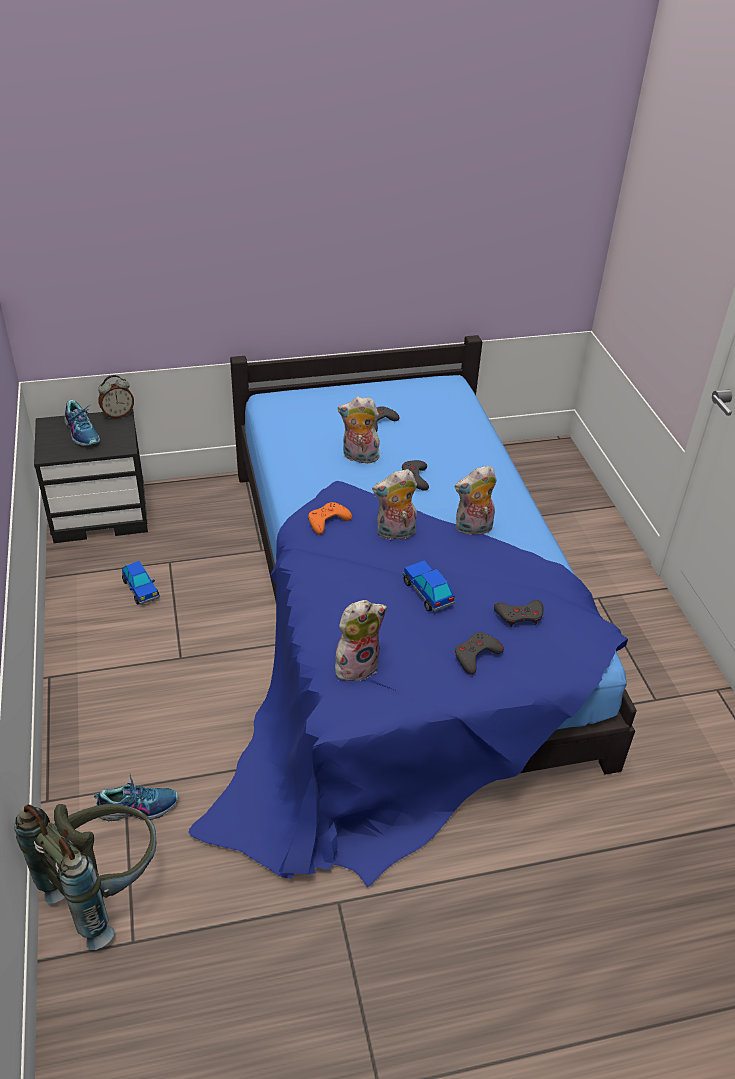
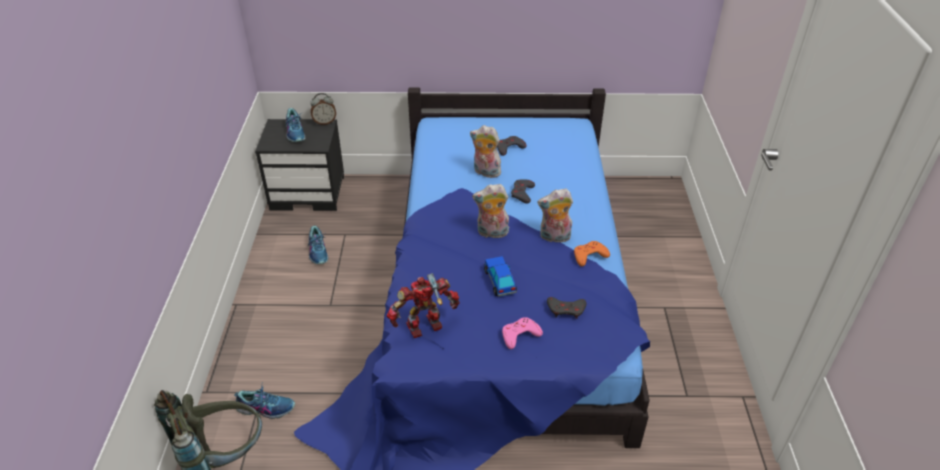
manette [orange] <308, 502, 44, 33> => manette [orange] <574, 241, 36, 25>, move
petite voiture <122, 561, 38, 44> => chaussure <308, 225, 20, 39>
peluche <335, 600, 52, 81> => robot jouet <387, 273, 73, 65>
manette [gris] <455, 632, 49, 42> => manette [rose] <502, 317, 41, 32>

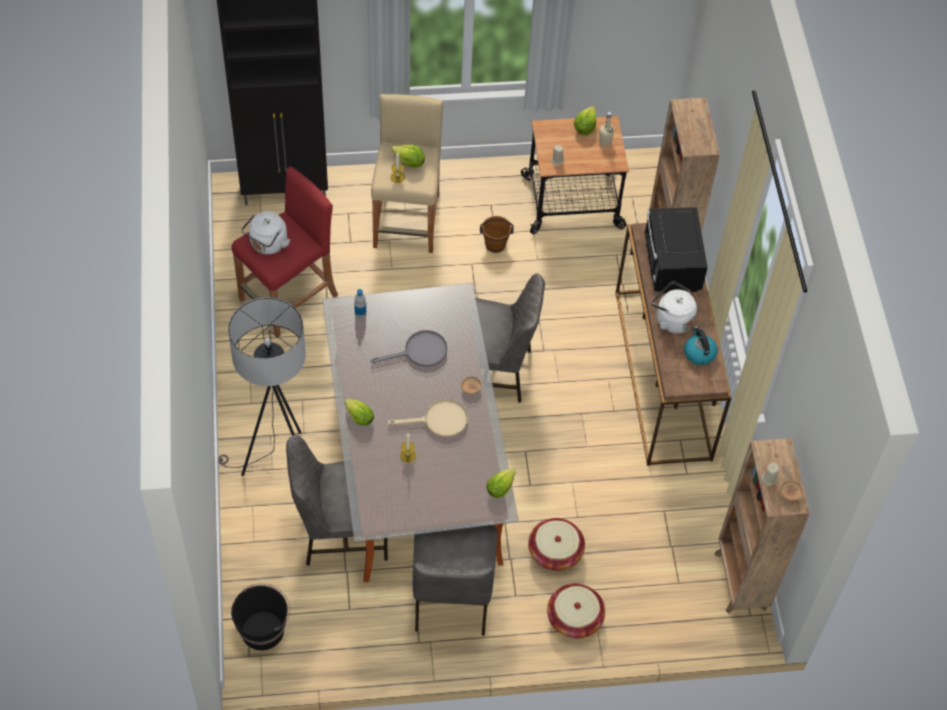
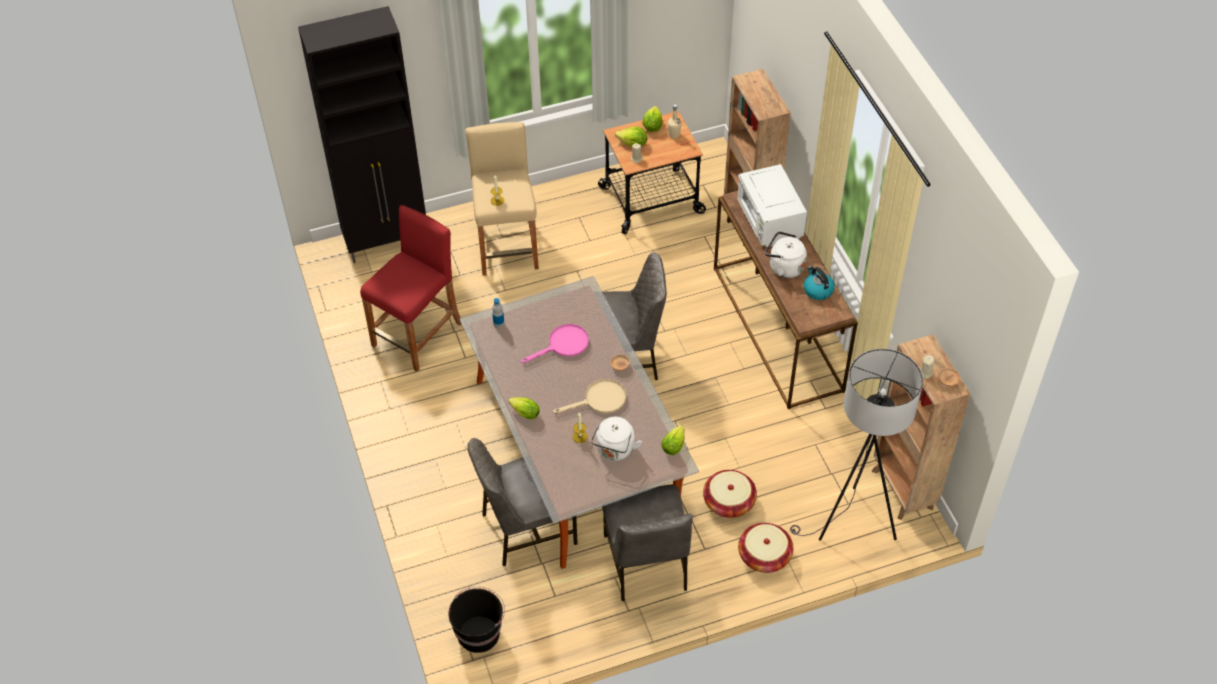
laitue <391, 145, 34, 23> => laitue <615, 127, 32, 19>, move
micro-ondes [noir] <645, 207, 63, 86> => micro-ondes [blanc] <737, 164, 70, 83>
bouilloire [blanc] <241, 212, 49, 42> => bouilloire [blanc] <591, 417, 51, 44>, move
seau [marron] <480, 216, 34, 37> => nothing
lampadaire [gris] <219, 297, 87, 179> => lampadaire [gris] <790, 349, 133, 192>, move
poêle [gris] <371, 330, 76, 37> => poêle [rose] <521, 324, 68, 39>

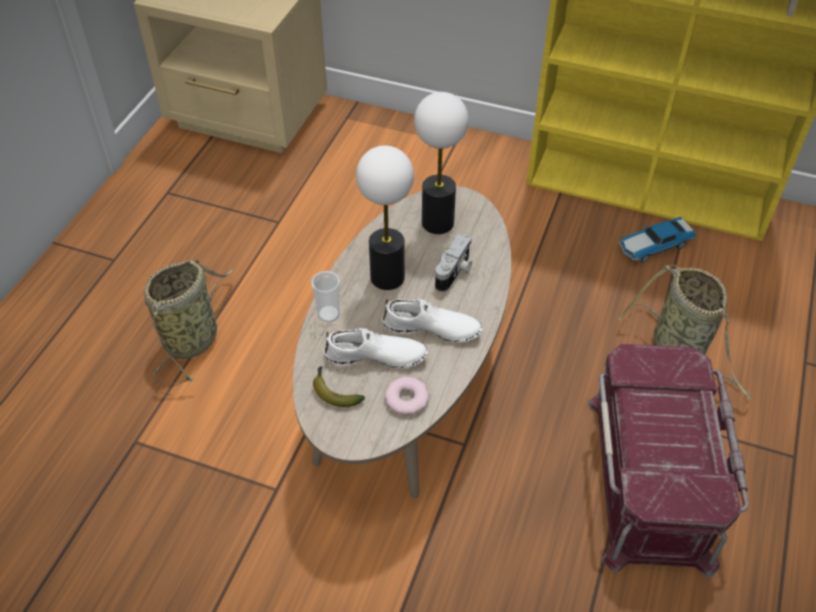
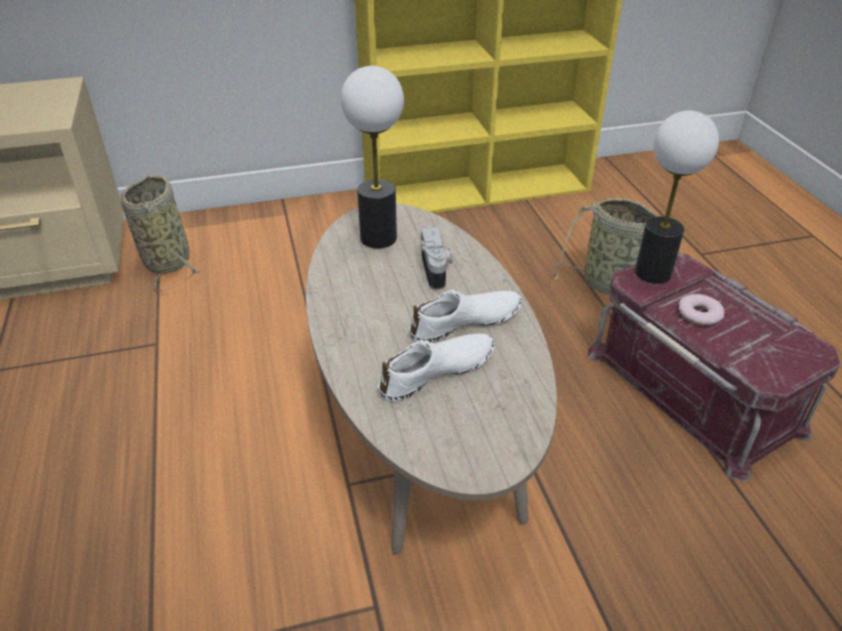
lampe de table <356, 146, 58, 144> => lampe de table <635, 111, 84, 173>, move
petite voiture <619, 217, 77, 46> => nothing
panier <144, 260, 89, 125> => panier <121, 175, 78, 116>, move
tasse <311, 271, 29, 51> => nothing
banane <313, 366, 52, 41> => nothing
beignet <385, 376, 44, 39> => beignet <679, 294, 45, 31>, move

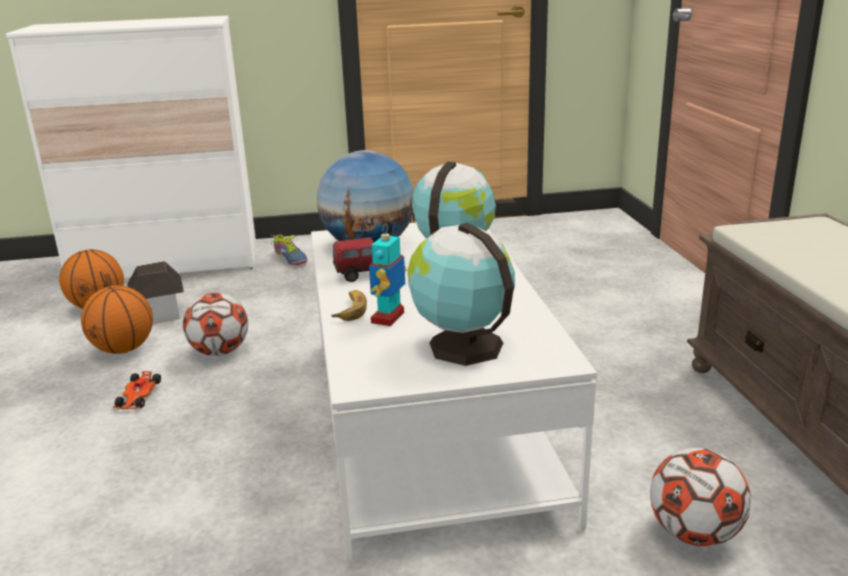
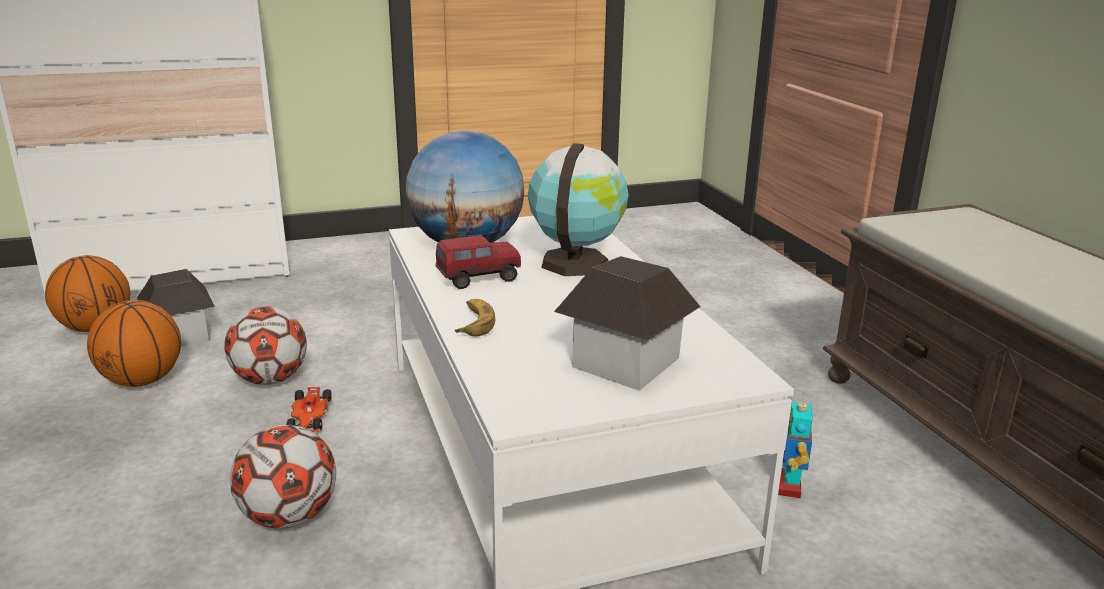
globe <407, 223, 108, 143> => maison miniature <554, 256, 147, 135>
robot jouet <369, 224, 37, 102> => robot jouet <778, 395, 34, 103>, move
chaussure <271, 235, 37, 30> => nothing
petite voiture <113, 371, 48, 38> => petite voiture <286, 387, 45, 45>, move
ballon de foot <650, 448, 101, 99> => ballon de foot <230, 425, 106, 104>, move

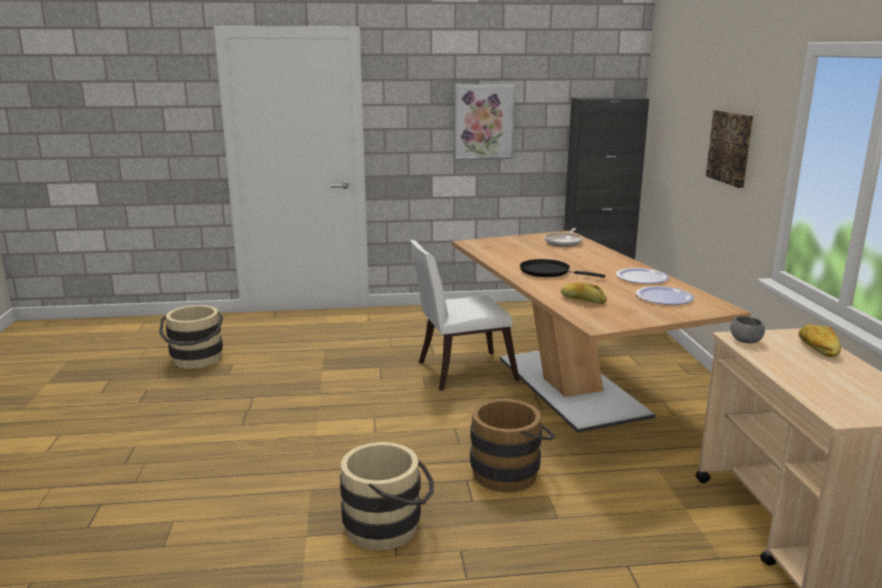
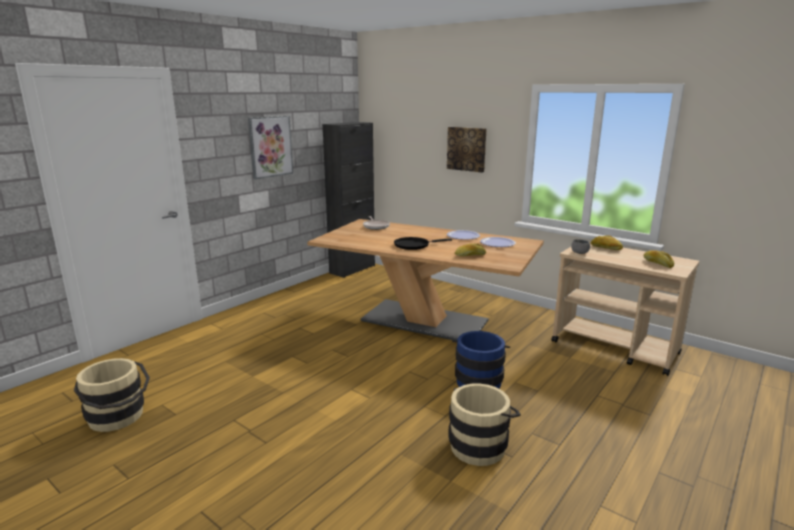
chaise [blanc] <410, 240, 110, 151> => nothing
seau [marron] <470, 399, 85, 93> => seau [bleu] <452, 331, 58, 58>
nothing => pain <644, 251, 30, 17>

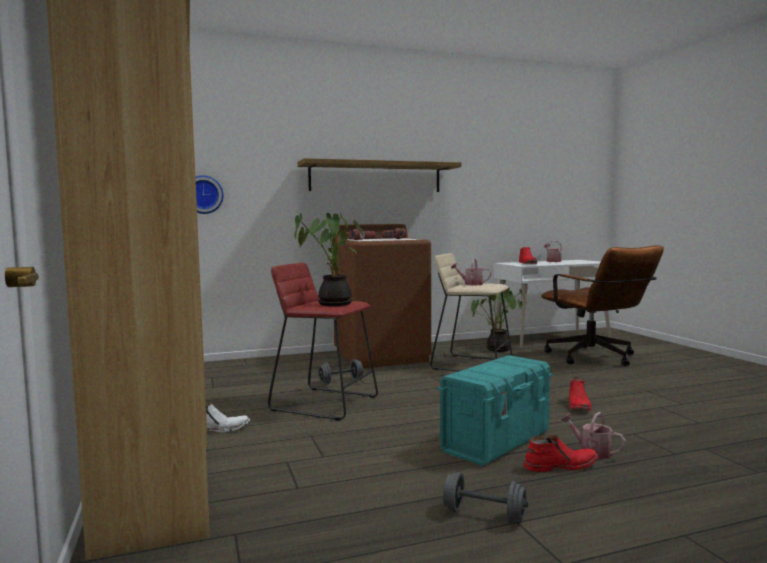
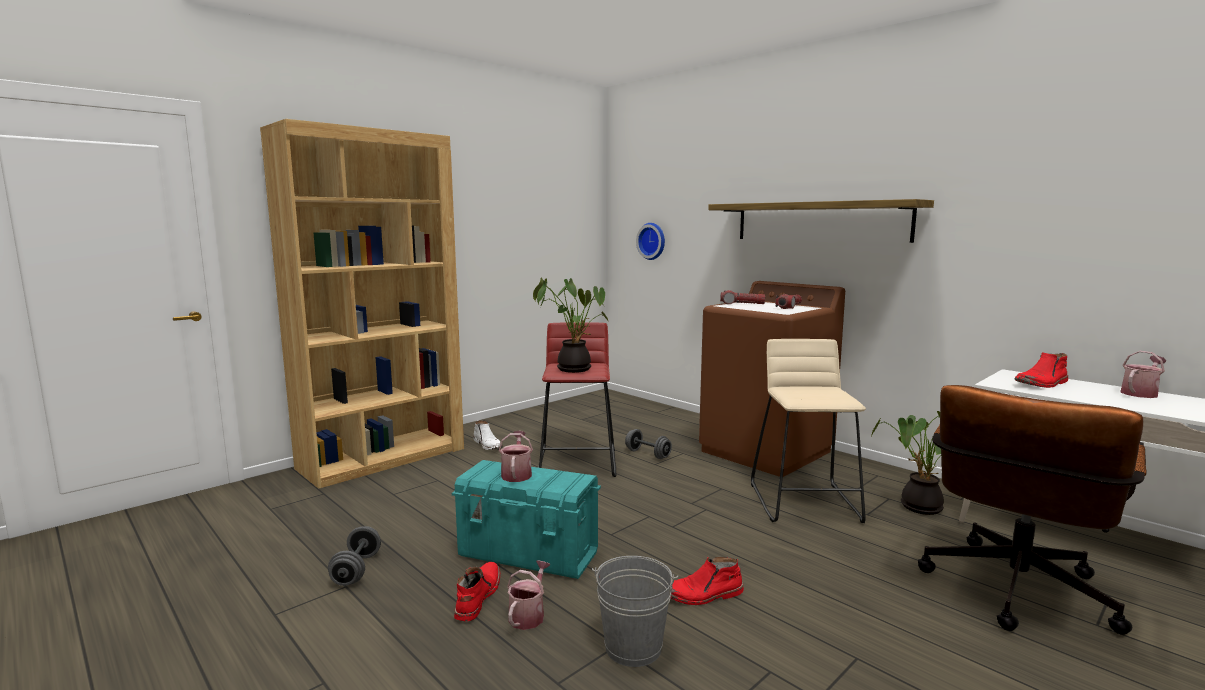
arrosoir <451, 258, 40, 27> => arrosoir <499, 431, 34, 51>, move
botte [rouge] <524, 434, 74, 38> => botte [rouge] <454, 562, 46, 60>, 135 degrees counterclockwise
nothing => seau [gris] <592, 556, 86, 111>

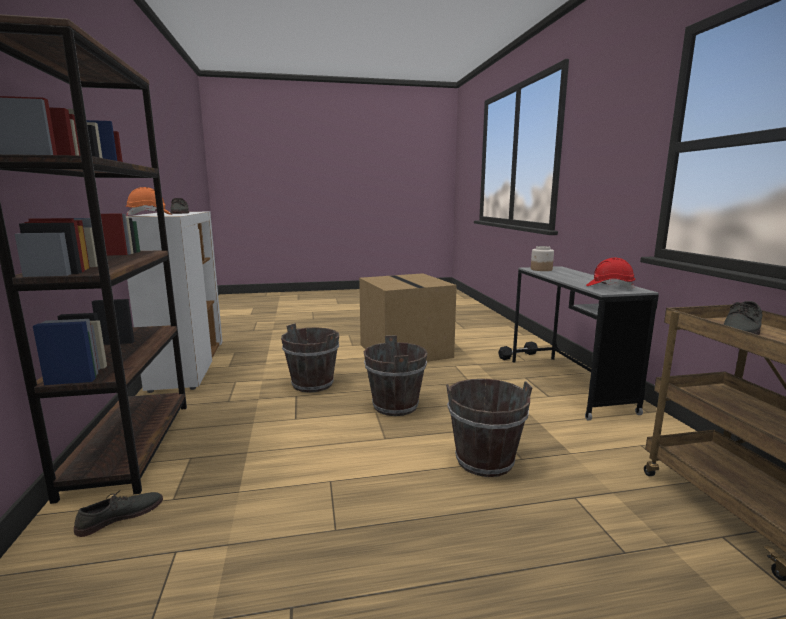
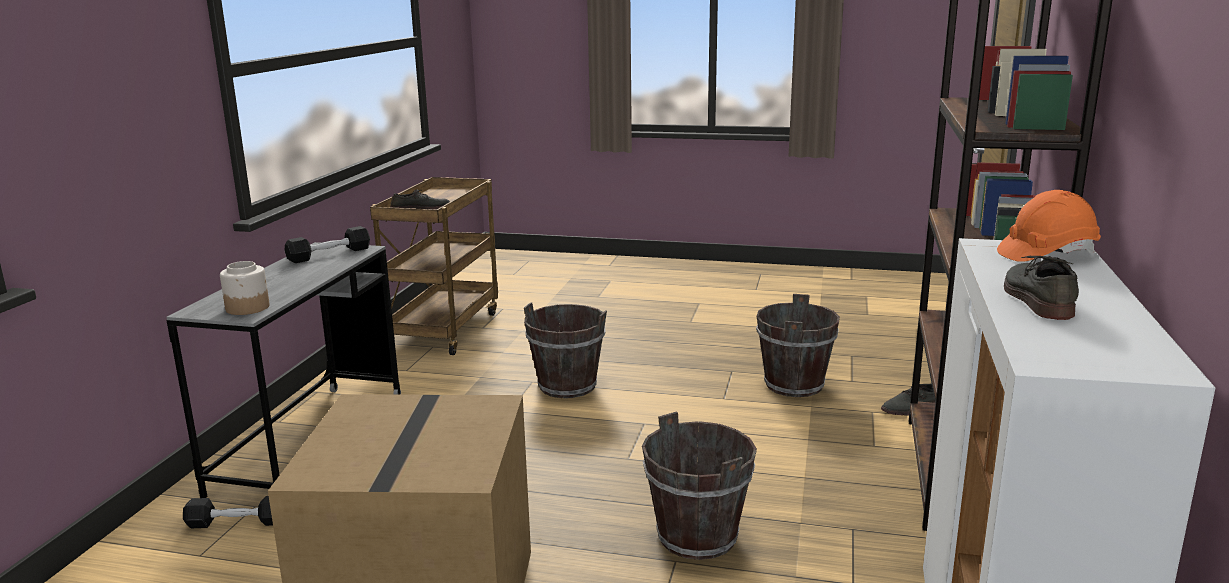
casque de chantier [rouge] <586, 257, 49, 32> => haltère [noir] <284, 226, 86, 37>
seau [marron] <364, 335, 63, 81> => seau [marron] <756, 294, 84, 103>, move

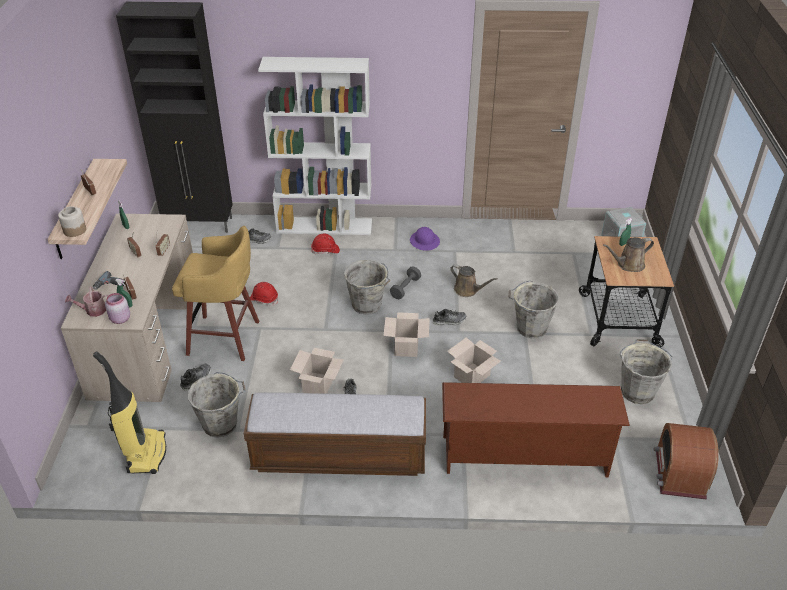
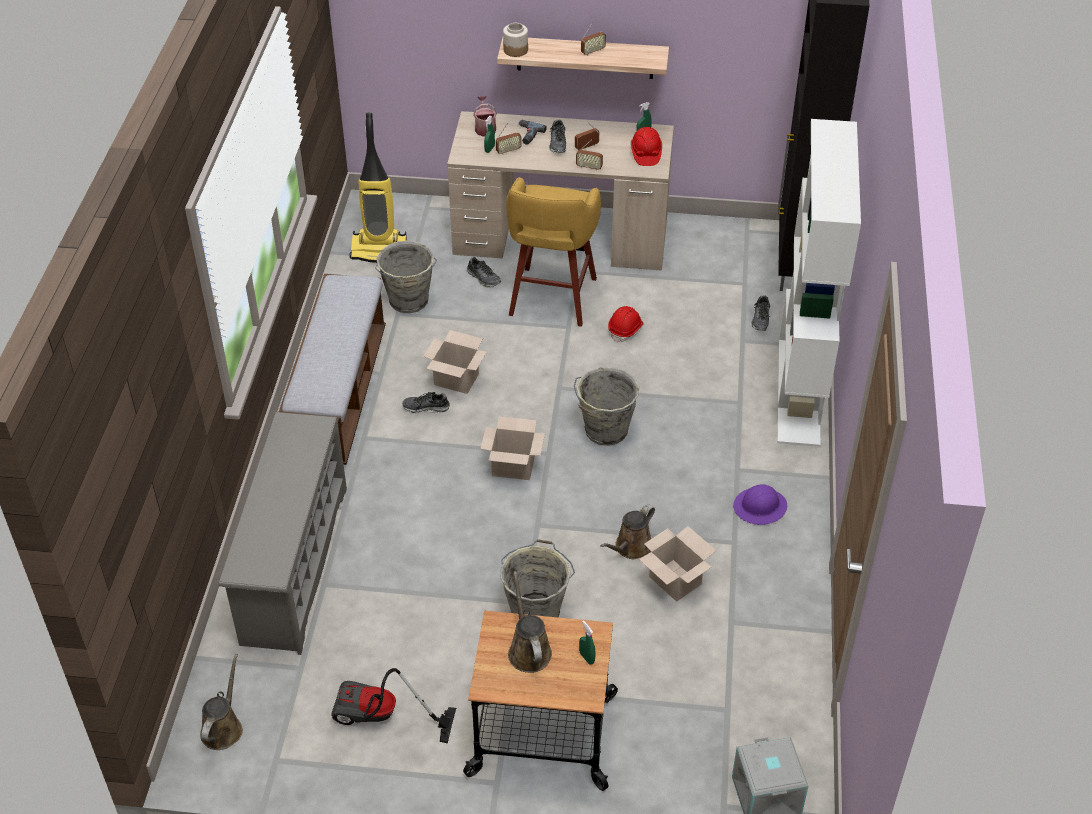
casque de chantier [rouge] <311, 234, 29, 20> => casque de chantier [rouge] <631, 127, 31, 39>, move
haltère [gris] <390, 266, 31, 33> => nothing
bocal [rose] <105, 293, 25, 31> => nothing
chaussure <433, 309, 33, 16> => chaussure <549, 120, 17, 33>, move
carton <447, 337, 54, 46> => carton <639, 526, 77, 76>, move
seau [gris] <619, 339, 54, 65> => aspirateur <331, 668, 125, 76>
étagère à chaussures [marron] <442, 382, 188, 95> => étagère à chaussures [gris] <219, 412, 128, 243>
radio <654, 423, 65, 76> => arrosoir [marron] <200, 654, 43, 96>

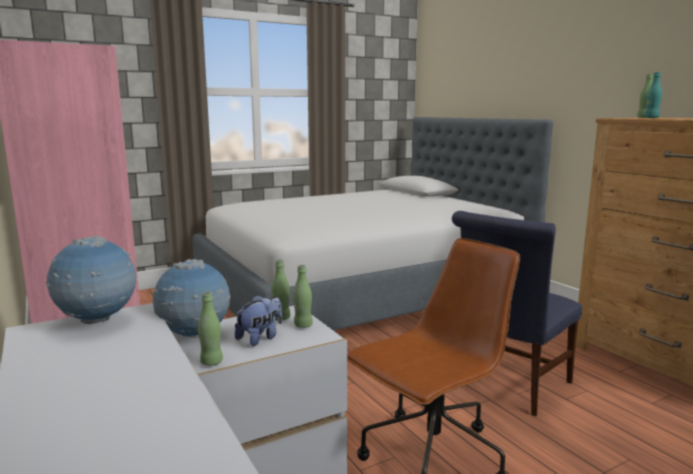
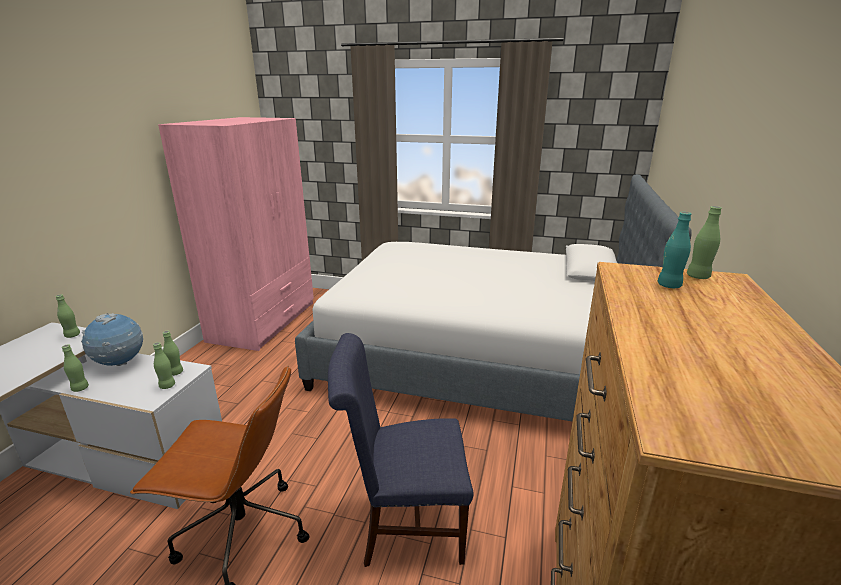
globe <46, 236, 90, 88> => bouteille [vert] <56, 294, 24, 44>
peluche <235, 295, 47, 51> => nothing

